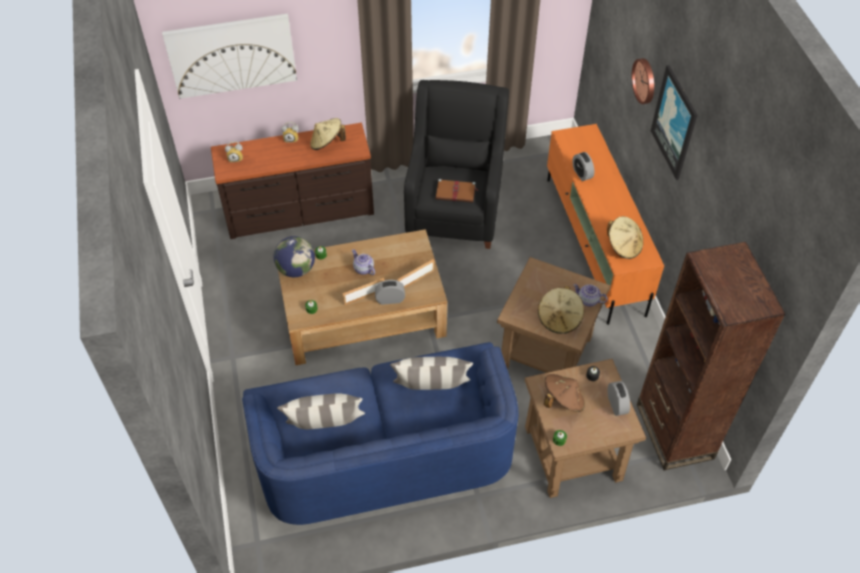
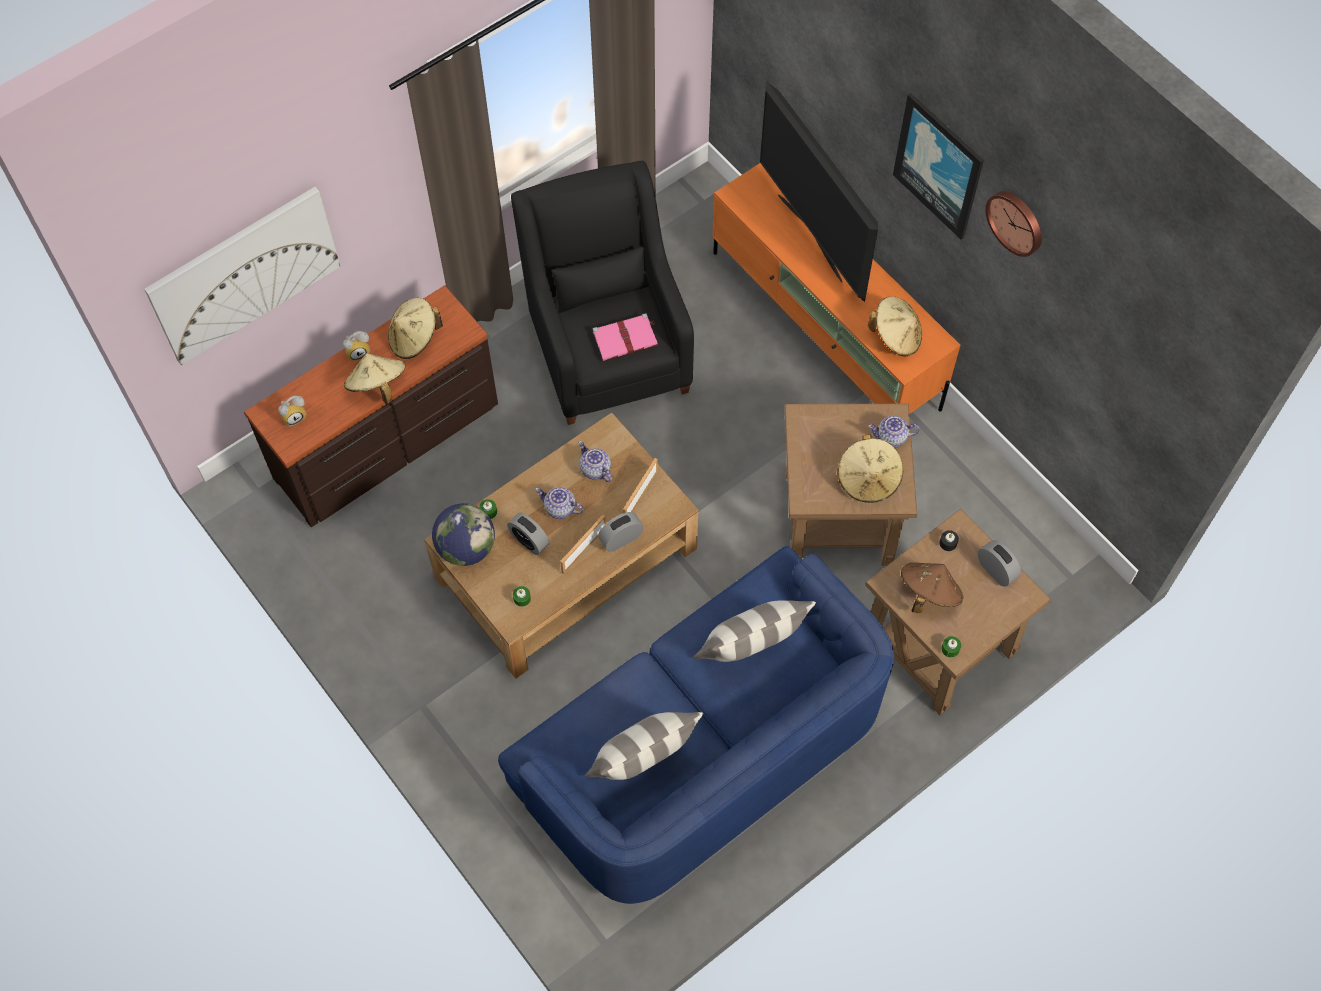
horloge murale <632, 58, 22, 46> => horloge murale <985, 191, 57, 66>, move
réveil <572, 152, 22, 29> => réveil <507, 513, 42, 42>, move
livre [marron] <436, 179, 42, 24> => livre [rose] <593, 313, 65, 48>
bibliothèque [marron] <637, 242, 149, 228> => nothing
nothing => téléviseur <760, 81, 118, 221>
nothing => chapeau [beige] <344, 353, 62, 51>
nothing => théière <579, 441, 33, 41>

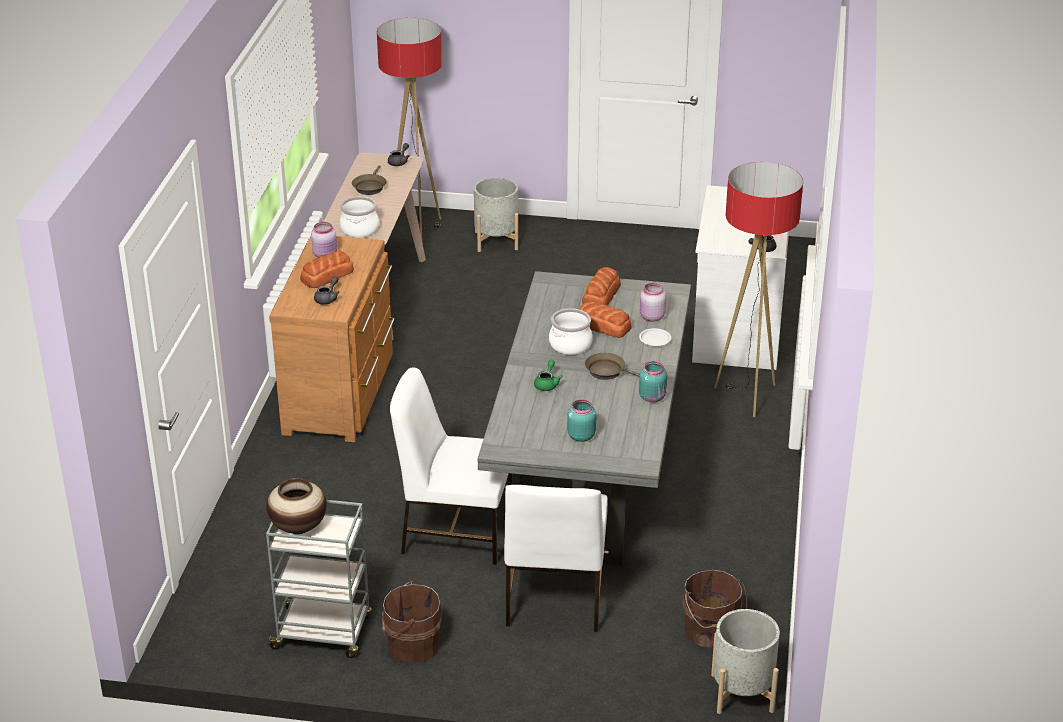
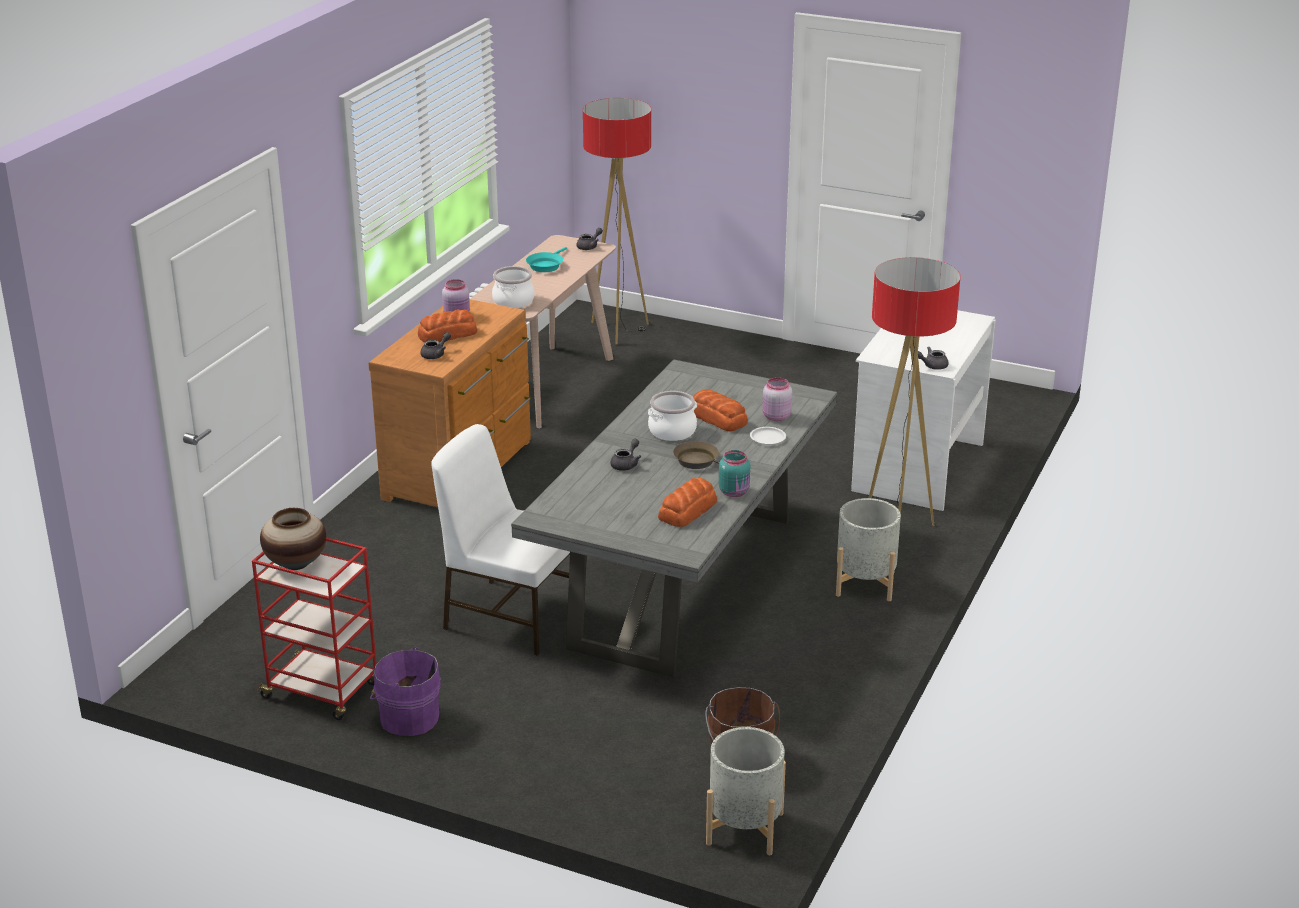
poêle [marron] <352, 165, 35, 30> => poêle [turquoise] <526, 247, 41, 25>
cache-pot [gris] <474, 177, 44, 75> => cache-pot [gris] <836, 498, 65, 103>, move
pain <582, 267, 39, 38> => pain <658, 478, 59, 49>, move
théière [vert] <534, 360, 29, 31> => théière [gris] <610, 439, 31, 32>
bocal [turquoise] <567, 399, 29, 43> => nothing
chaise [blanc] <504, 485, 104, 147> => nothing
chariot [gris] <265, 497, 107, 161> => chariot [rouge] <252, 537, 125, 183>
seau [marron] <382, 581, 60, 82> => seau [violet] <370, 647, 71, 89>

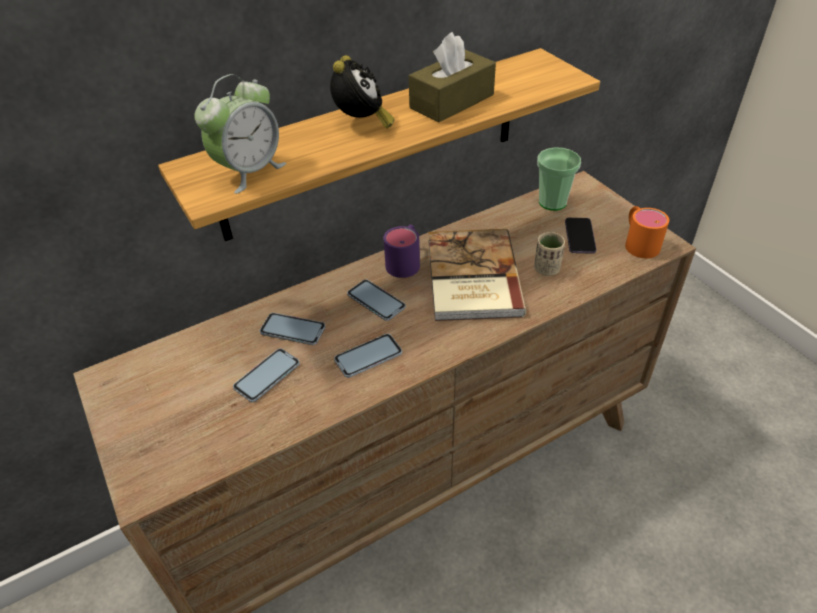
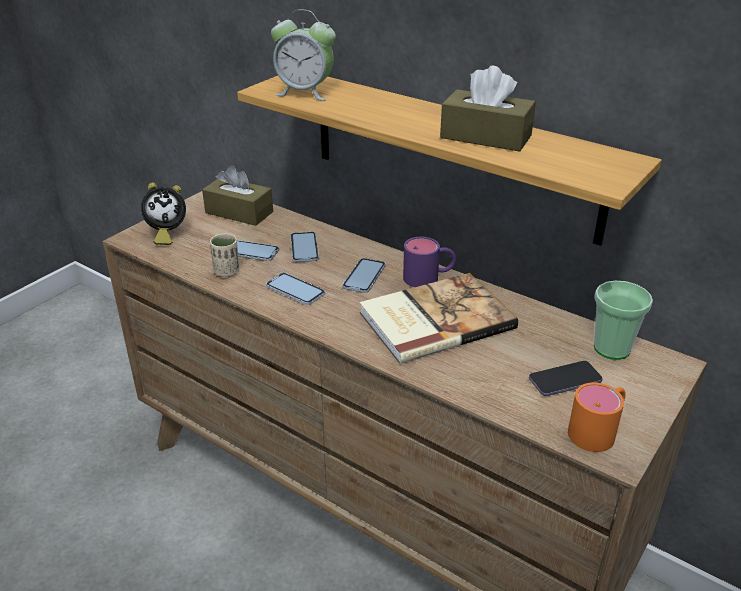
réveil <330, 55, 64, 74> => réveil <141, 182, 45, 63>, move
tasse [beige] <534, 232, 31, 44> => tasse [beige] <210, 234, 29, 43>, move
nothing => boîte à mouchoirs [marron] <202, 165, 71, 61>

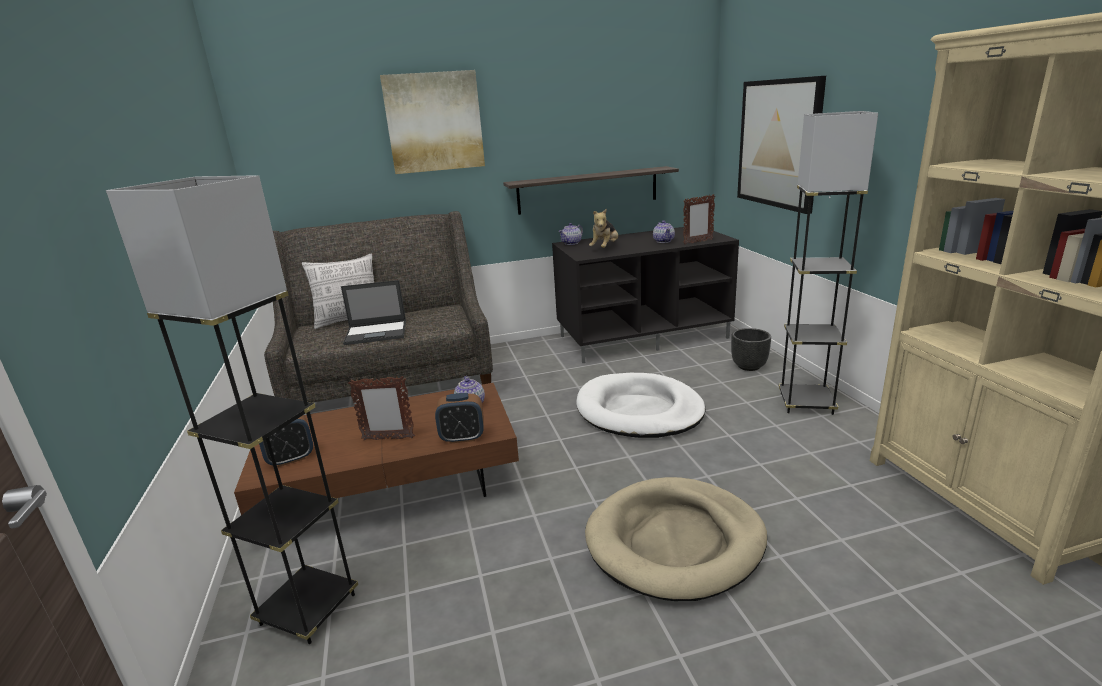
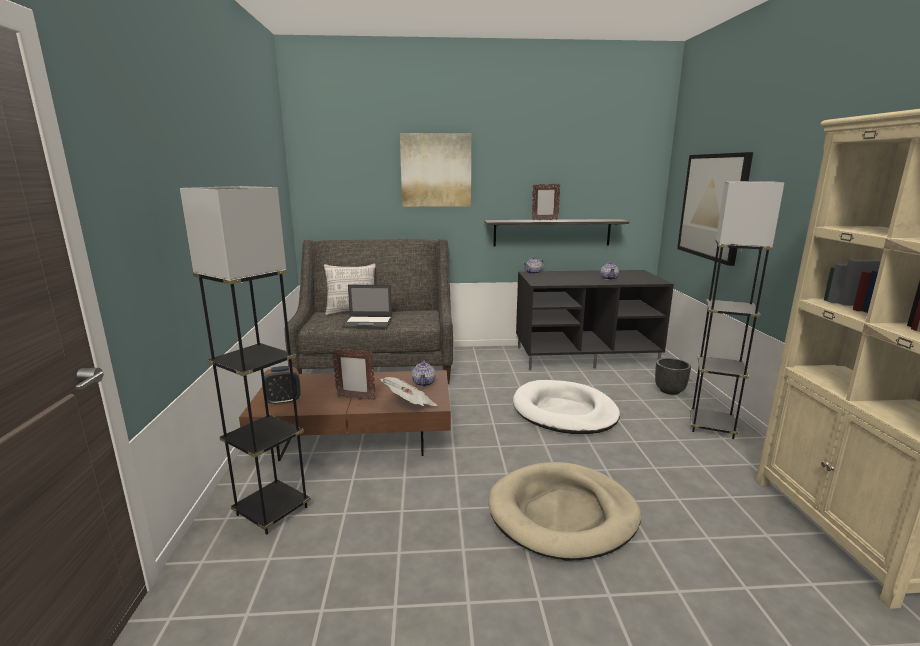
cadre photo <683, 194, 32, 50> => cadre photo <532, 184, 28, 36>, move
peluche <589, 208, 29, 40> => nothing
réveil <435, 393, 49, 51> => journal <380, 377, 58, 29>

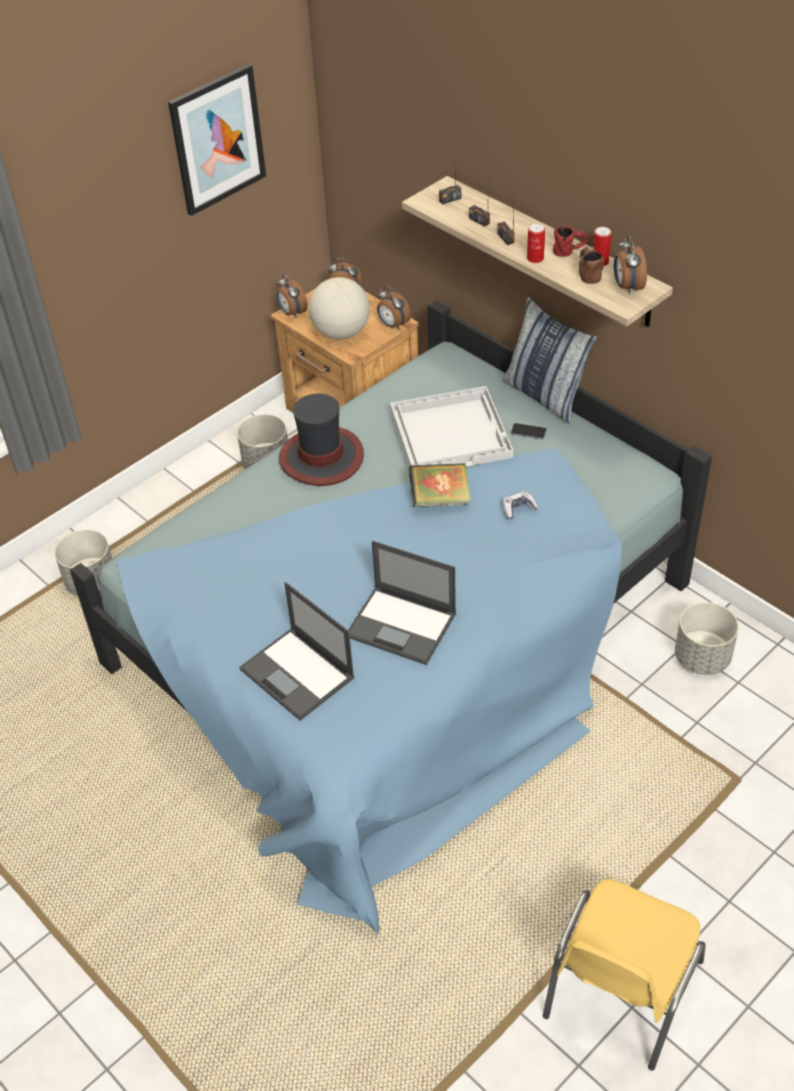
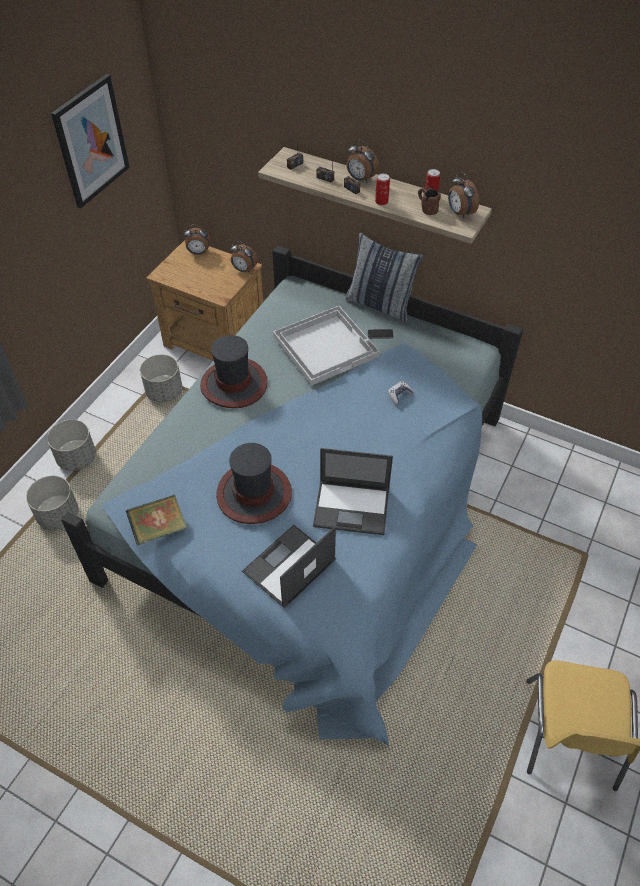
mug [rouge] <553, 226, 35, 31> => nothing
réveil <277, 274, 31, 44> => réveil <347, 140, 32, 43>, move
globe <309, 277, 61, 62> => nothing
livre <409, 463, 62, 44> => livre <126, 495, 61, 50>, move
ordinateur portable <239, 582, 116, 139> => ordinateur portable <242, 525, 94, 84>, 105 degrees clockwise
cache-pot [gris] <675, 602, 64, 73> => cache-pot [gris] <47, 419, 49, 52>, move
nothing => chapeau <216, 443, 76, 81>

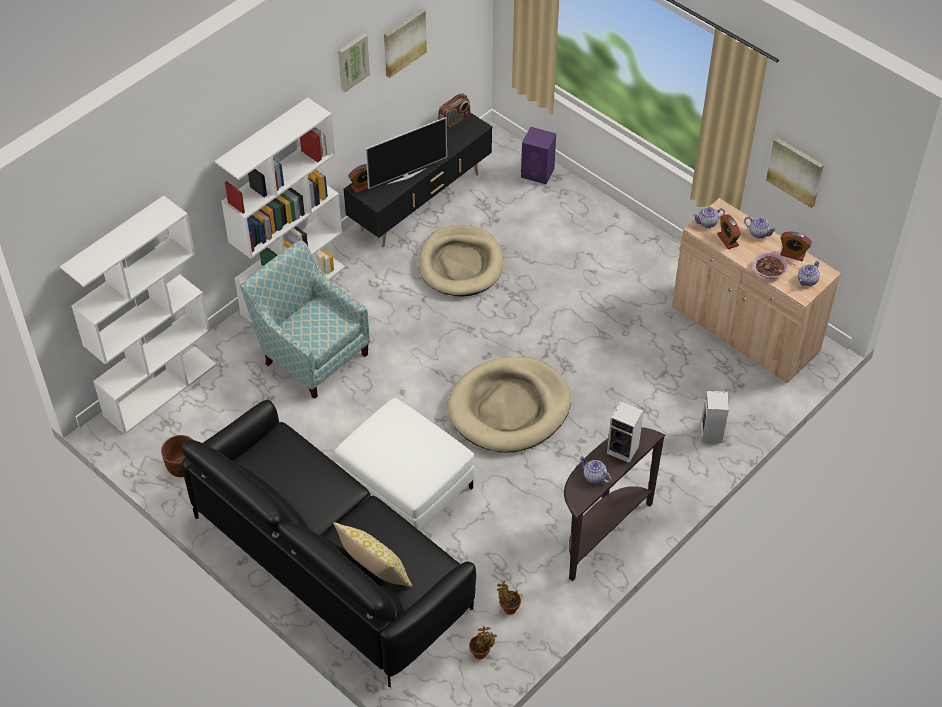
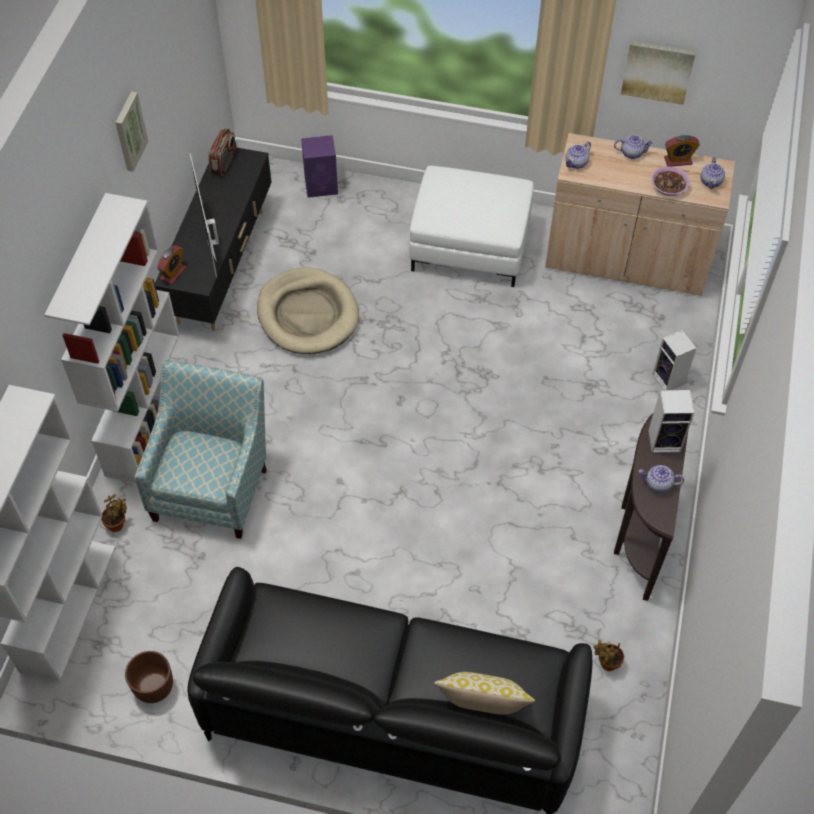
tableau <384, 9, 43, 69> => nothing
téléviseur <365, 117, 82, 72> => téléviseur <190, 153, 29, 124>, 135 degrees clockwise
réveil <717, 214, 24, 35> => nothing
fauteuil <240, 240, 130, 159> => fauteuil <135, 360, 132, 179>, 90 degrees clockwise
panier pour chien [beige] <447, 356, 124, 97> => nothing
pouf [blanc] <335, 398, 140, 133> => pouf [blanc] <409, 166, 125, 121>, move
plante en pot <469, 626, 28, 33> => plante en pot <101, 494, 26, 38>, move

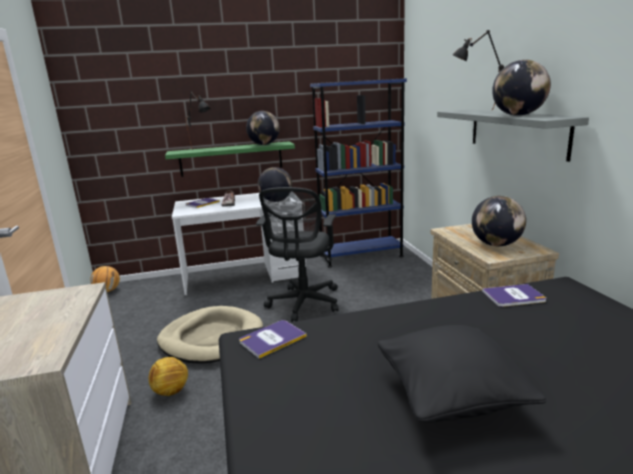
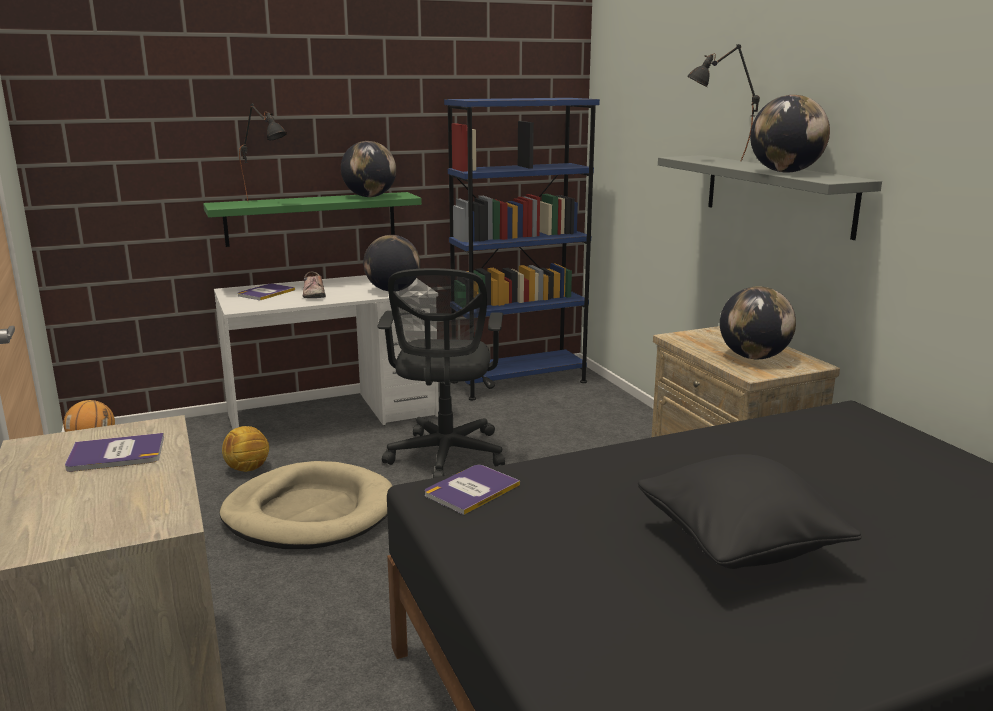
livre <482, 284, 64, 23> => livre <65, 433, 99, 39>, move
ballon de foot <148, 357, 40, 39> => ballon de foot <222, 426, 47, 46>, move

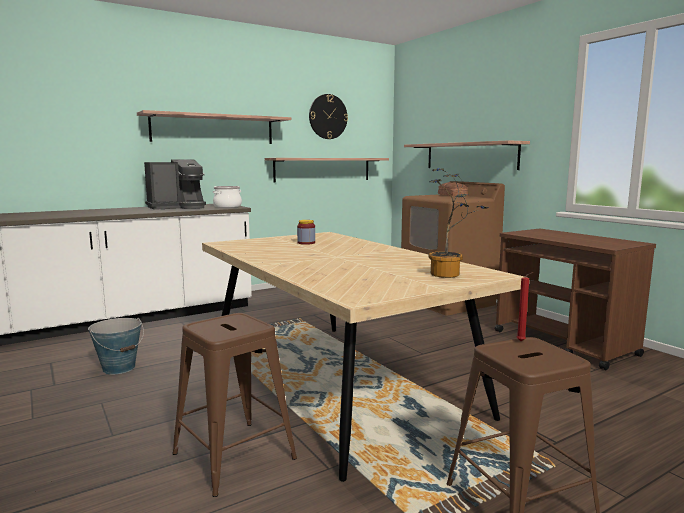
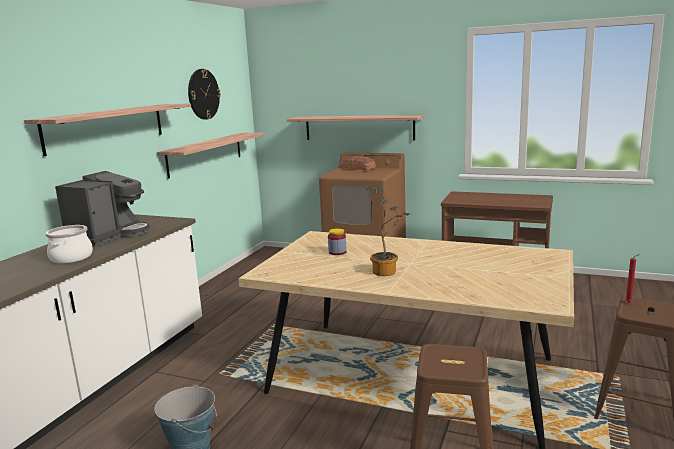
plante en pot <428, 168, 60, 110> => plante en pot <366, 187, 44, 89>, move
marmite <213, 186, 29, 22> => marmite <45, 225, 48, 38>, move

